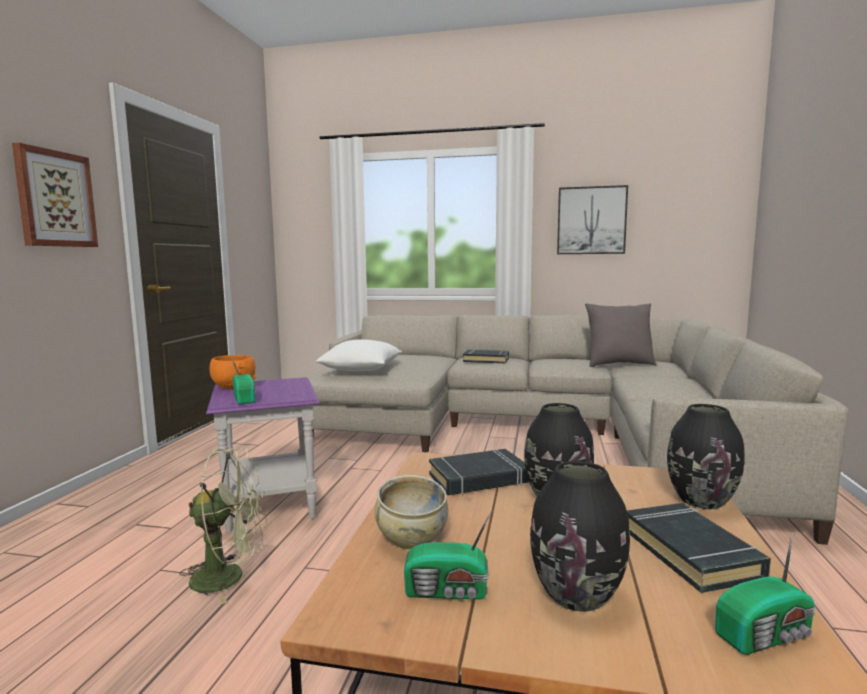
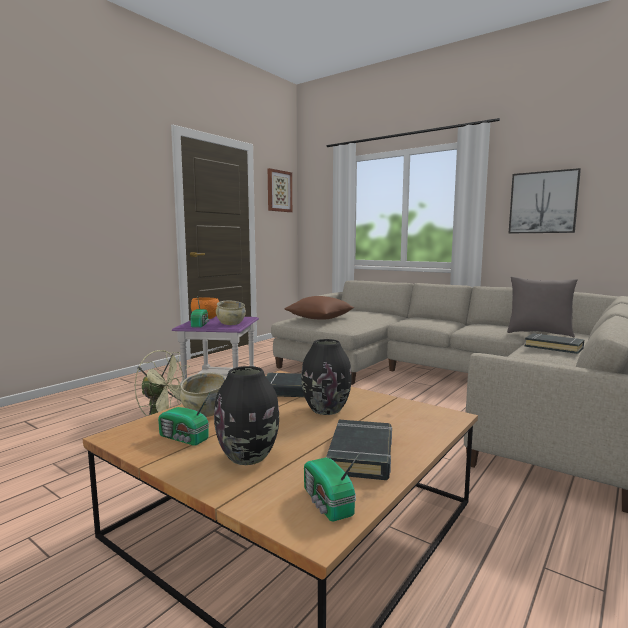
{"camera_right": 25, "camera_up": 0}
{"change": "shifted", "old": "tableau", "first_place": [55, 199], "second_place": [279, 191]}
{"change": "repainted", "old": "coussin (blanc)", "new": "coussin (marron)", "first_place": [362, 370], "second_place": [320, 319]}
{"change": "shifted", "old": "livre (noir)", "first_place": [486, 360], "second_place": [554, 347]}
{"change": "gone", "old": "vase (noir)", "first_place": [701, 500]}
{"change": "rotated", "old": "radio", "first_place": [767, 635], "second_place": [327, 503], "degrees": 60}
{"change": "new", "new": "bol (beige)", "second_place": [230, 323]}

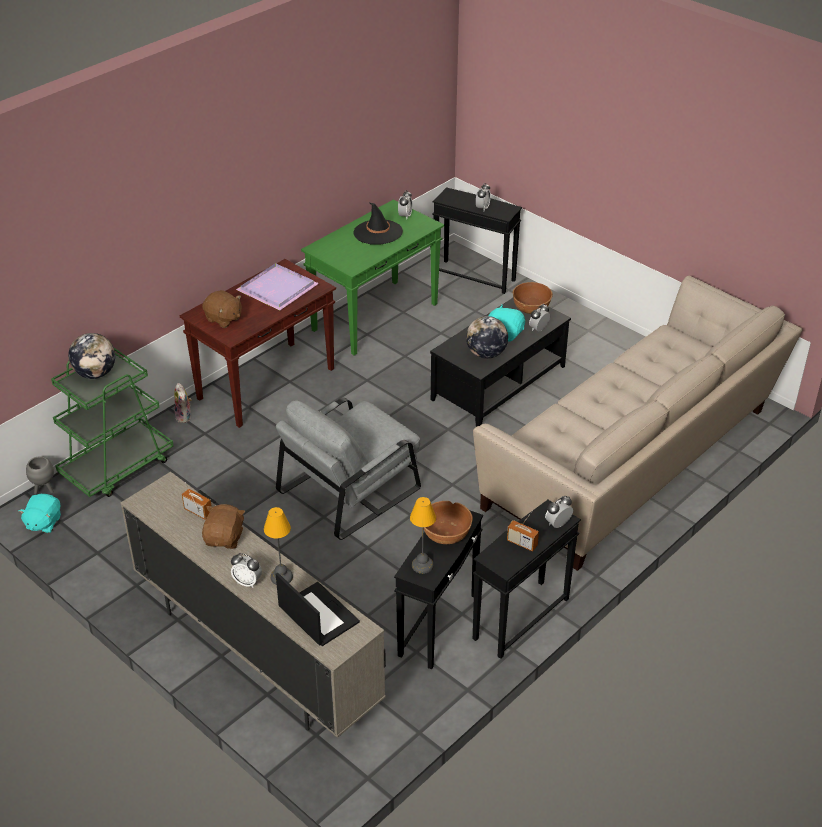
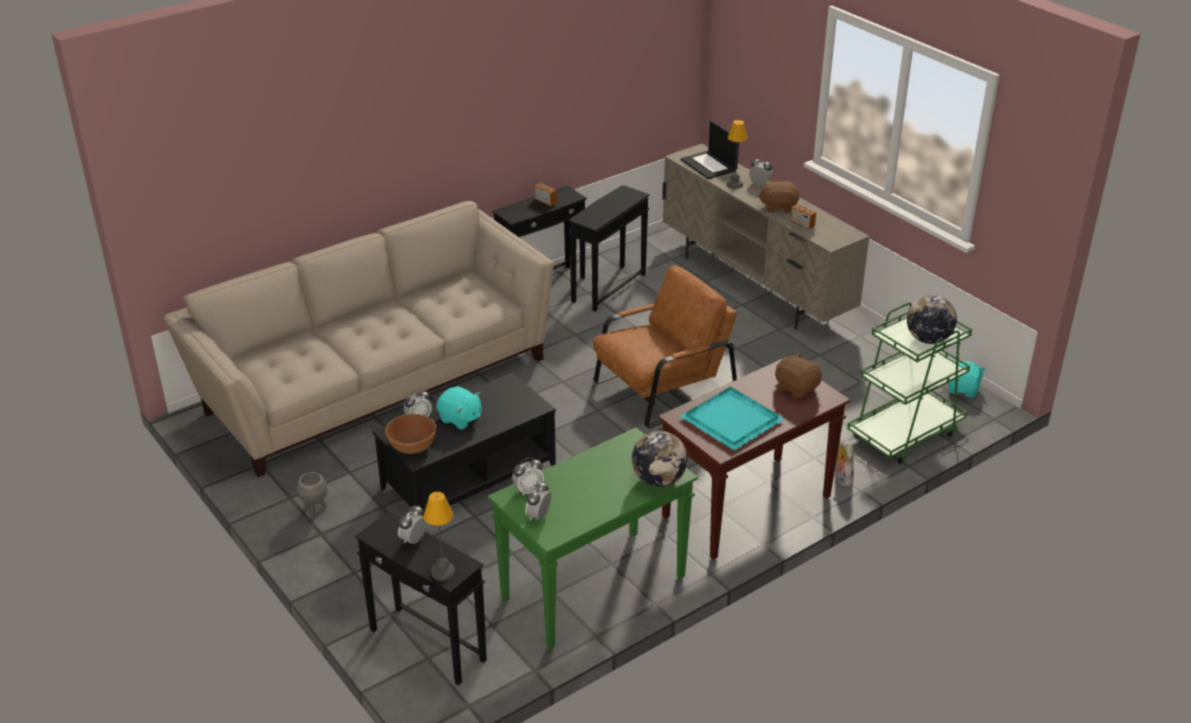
{"camera_right": -170, "camera_up": -5}
{"change": "shifted", "old": "cache-pot (gris)", "first_place": [44, 490], "second_place": [315, 511]}
{"change": "rotated", "old": "peluche (marron)", "first_place": [225, 538], "second_place": [778, 207], "degrees": 75}
{"change": "repainted", "old": "plateau (violet)", "new": "plateau (turquoise)", "first_place": [277, 288], "second_place": [731, 421]}
{"change": "repainted", "old": "fauteuil (gris)", "new": "fauteuil (marron)", "first_place": [350, 488], "second_place": [662, 388]}
{"change": "gone", "old": "chapeau (noir)", "first_place": [378, 232]}
{"change": "shifted", "old": "lampe de table", "first_place": [423, 565], "second_place": [442, 571]}
{"change": "gone", "old": "bol (marron)", "first_place": [446, 535]}
{"change": "shifted", "old": "globe", "first_place": [486, 354], "second_place": [658, 480]}
{"change": "shifted", "old": "réveil", "first_place": [558, 524], "second_place": [528, 490]}

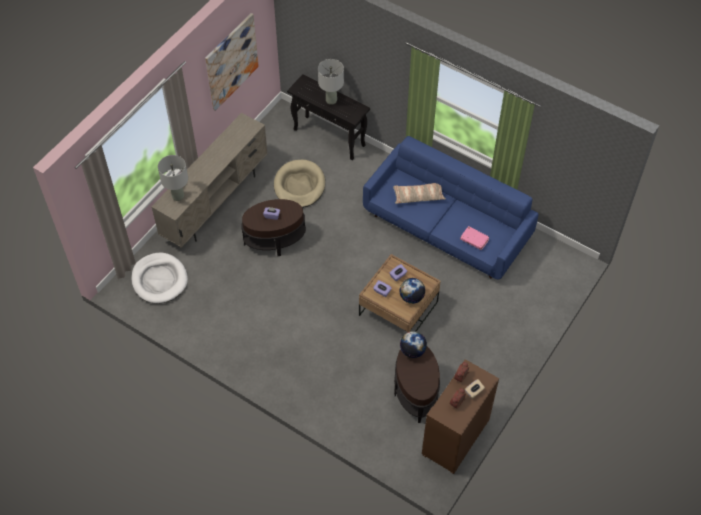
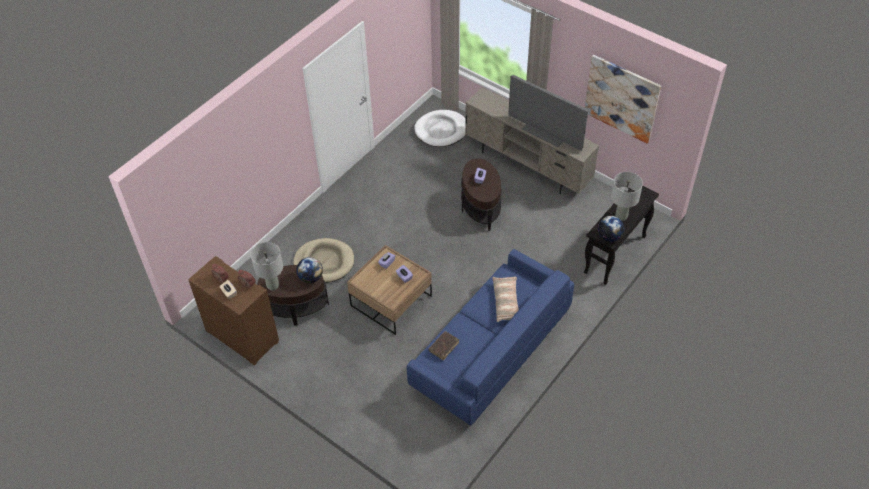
{"camera_right": 95, "camera_up": -5}
{"change": "shifted", "old": "lampe de table (gris)", "first_place": [178, 196], "second_place": [273, 285]}
{"change": "shifted", "old": "panier pour chien (beige)", "first_place": [299, 186], "second_place": [324, 262]}
{"change": "shifted", "old": "globe", "first_place": [411, 297], "second_place": [609, 236]}
{"change": "repainted", "old": "livre (rose)", "new": "livre (marron)", "first_place": [474, 240], "second_place": [444, 347]}
{"change": "new", "new": "téléviseur", "second_place": [546, 132]}

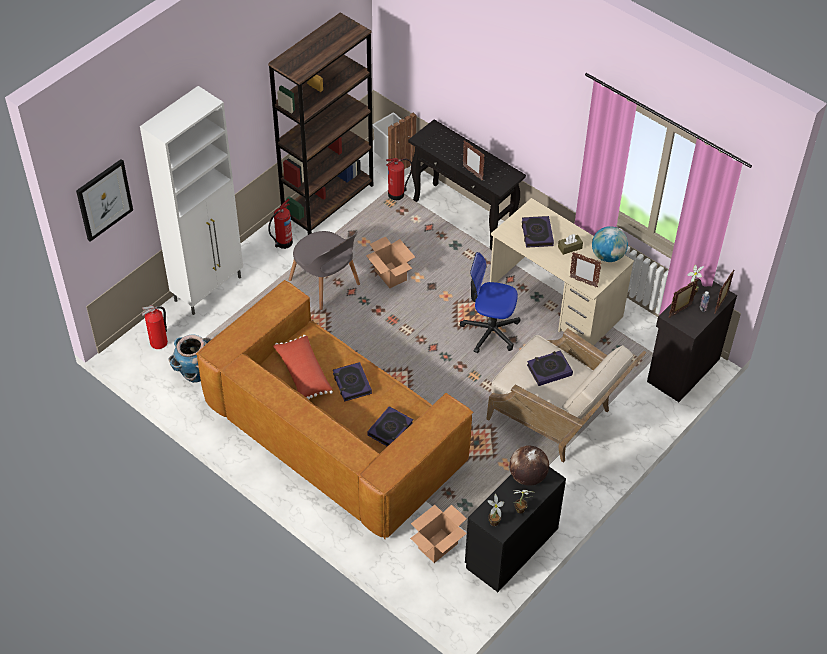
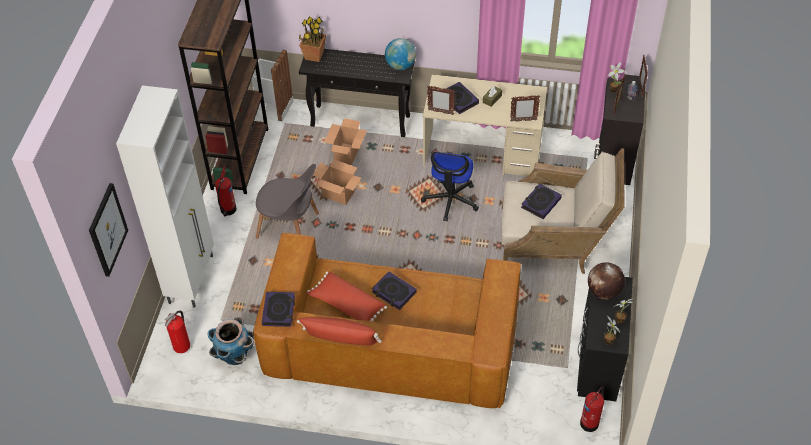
{"camera_right": -30, "camera_up": 0}
{"change": "shifted", "old": "livre", "first_place": [390, 429], "second_place": [279, 311]}
{"change": "shifted", "old": "extincteur", "first_place": [397, 194], "second_place": [590, 422]}
{"change": "shifted", "old": "carton", "first_place": [437, 546], "second_place": [347, 154]}
{"change": "rotated", "old": "chaise de bureau", "first_place": [490, 331], "second_place": [451, 200], "degrees": -60}
{"change": "shifted", "old": "cadre photo", "first_place": [472, 173], "second_place": [440, 112]}
{"change": "shifted", "old": "globe", "first_place": [608, 256], "second_place": [400, 65]}
{"change": "new", "new": "coussin (rouge)", "second_place": [340, 338]}
{"change": "new", "new": "plante en pot", "second_place": [314, 56]}

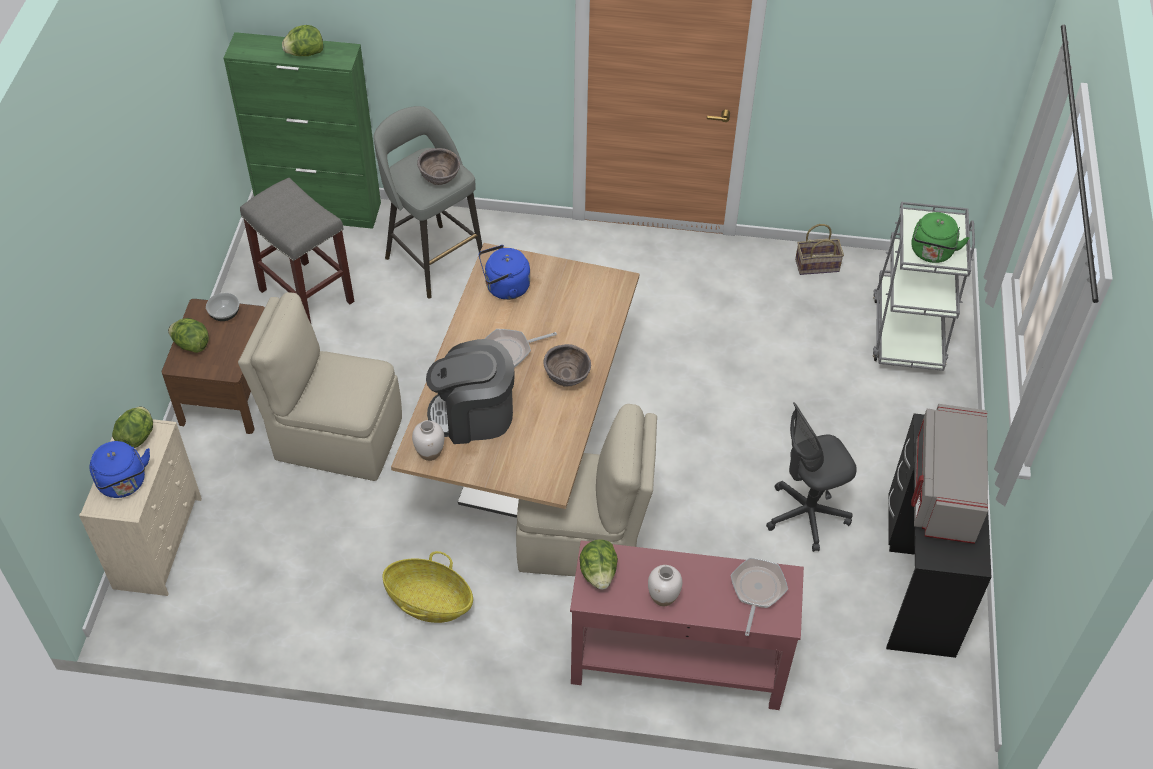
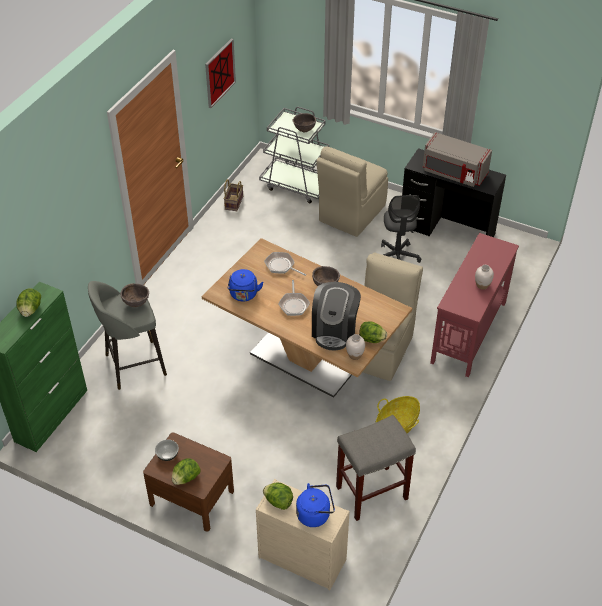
{"camera_right": -70, "camera_up": -5}
{"change": "shifted", "old": "chaise (beige)", "first_place": [335, 437], "second_place": [351, 214]}
{"change": "shifted", "old": "tabouret (gris)", "first_place": [305, 295], "second_place": [371, 493]}
{"change": "shifted", "old": "laitue", "first_place": [598, 573], "second_place": [372, 339]}
{"change": "shifted", "old": "poêle", "first_place": [757, 591], "second_place": [281, 266]}
{"change": "swapped", "old": "bouilloire (vert)", "new": "bol (marron)", "first_place": [931, 253], "second_place": [304, 130]}
{"change": "new", "new": "tableau", "second_place": [219, 73]}

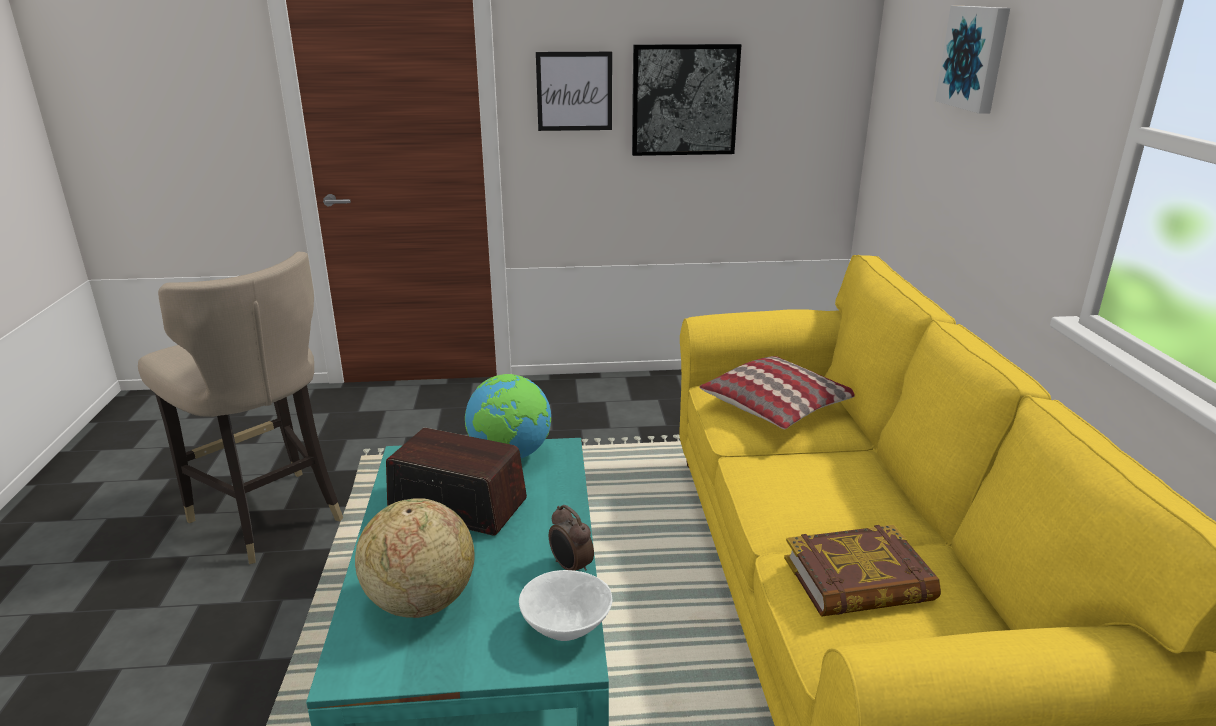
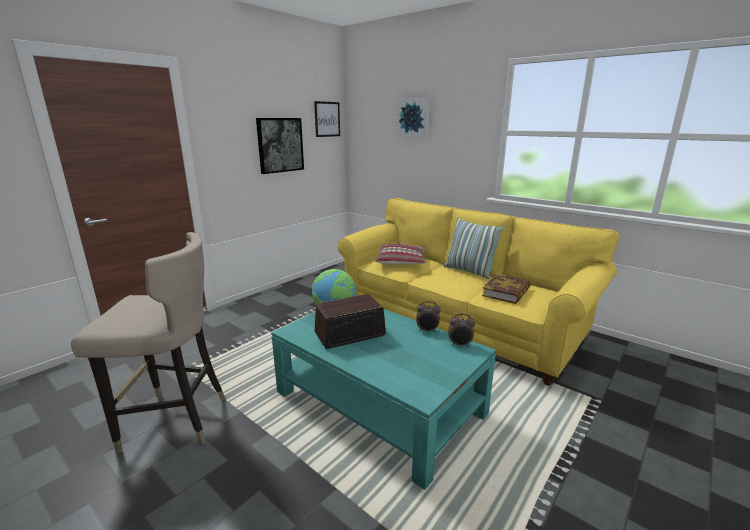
{"camera_right": -45, "camera_up": -5}
{"change": "gone", "old": "globe", "first_place": [420, 601]}
{"change": "swapped", "old": "bol (blanc)", "new": "réveil", "first_place": [567, 628], "second_place": [460, 345]}
{"change": "shifted", "old": "tableau", "first_place": [574, 91], "second_place": [327, 119]}
{"change": "new", "new": "coussin", "second_place": [469, 271]}

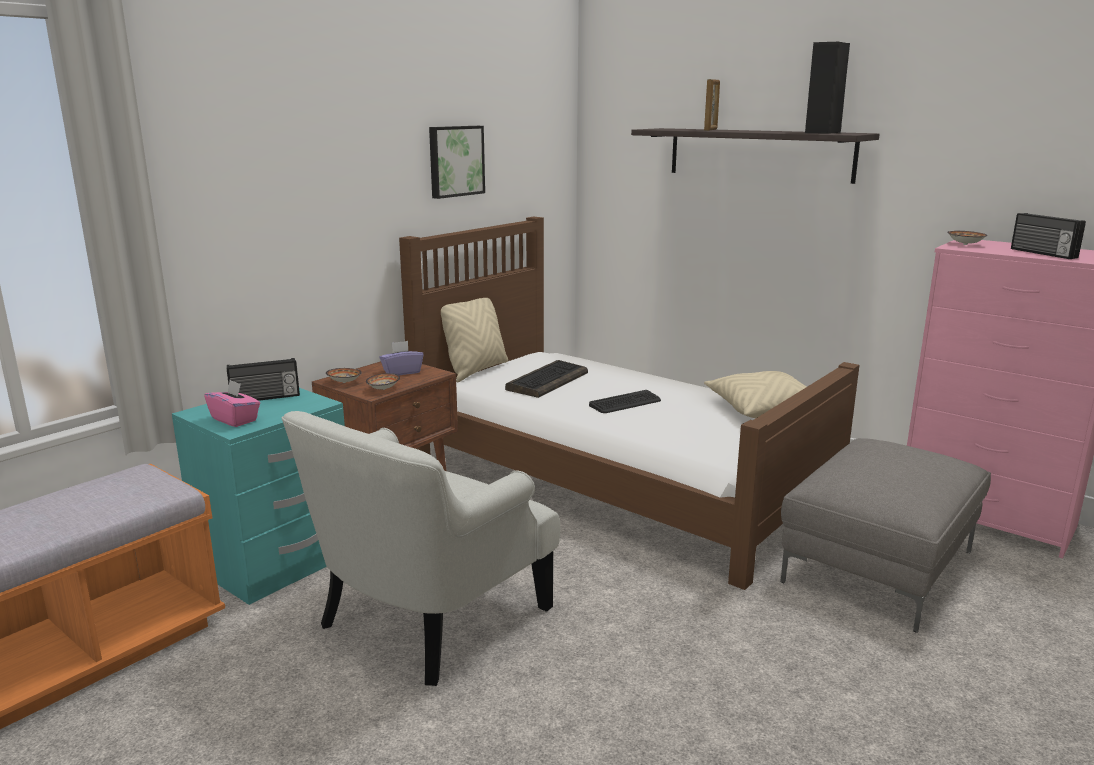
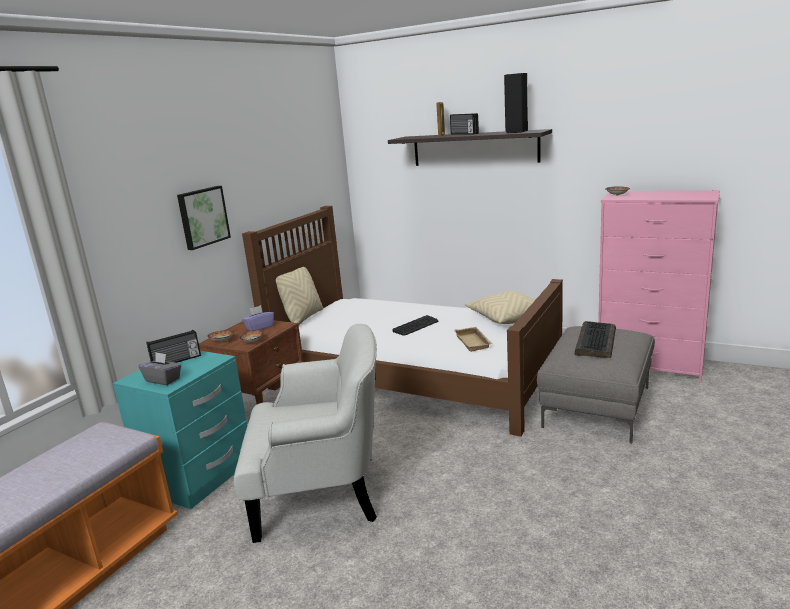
{"camera_right": -10, "camera_up": 0}
{"change": "repainted", "old": "boîte à mouchoirs (rose)", "new": "boîte à mouchoirs (gris)", "first_place": [235, 419], "second_place": [163, 380]}
{"change": "rotated", "old": "fauteuil (blanc)", "first_place": [428, 617], "second_place": [322, 493], "degrees": -120}
{"change": "shifted", "old": "tableau", "first_place": [455, 161], "second_place": [202, 217]}
{"change": "shifted", "old": "clavier", "first_place": [547, 381], "second_place": [595, 341]}
{"change": "shifted", "old": "radio", "first_place": [1042, 253], "second_place": [464, 134]}
{"change": "new", "new": "plateau (beige)", "second_place": [474, 342]}

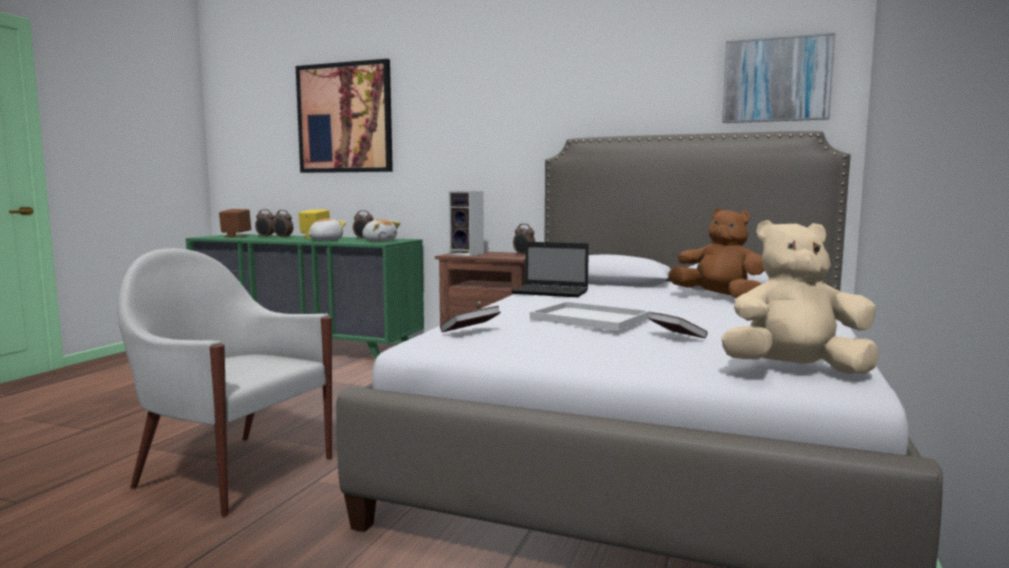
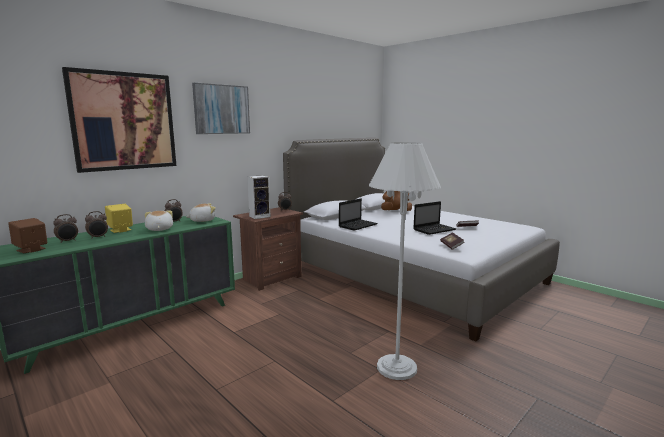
{"camera_right": -65, "camera_up": 5}
{"change": "swapped", "old": "fauteuil (blanc)", "new": "lampadaire (blanc)", "first_place": [234, 471], "second_place": [396, 367]}
{"change": "swapped", "old": "plateau (blanc)", "new": "ordinateur portable", "first_place": [592, 318], "second_place": [434, 229]}
{"change": "gone", "old": "peluche (beige)", "first_place": [794, 371]}
{"change": "shifted", "old": "tableau", "first_place": [776, 80], "second_place": [221, 109]}

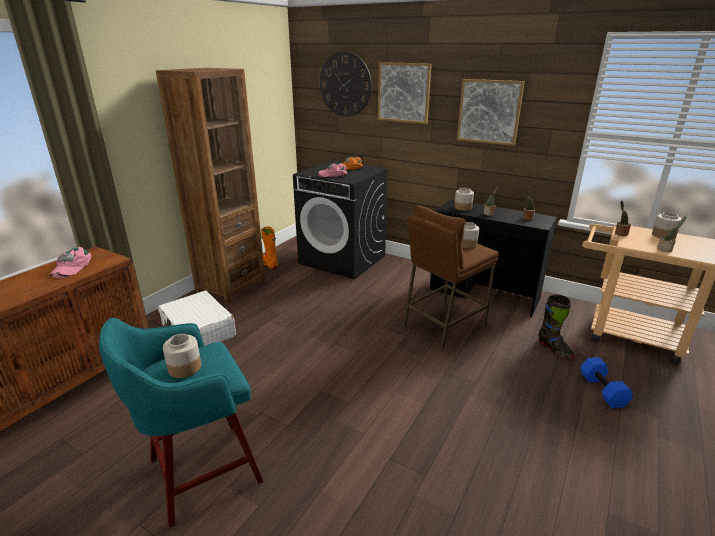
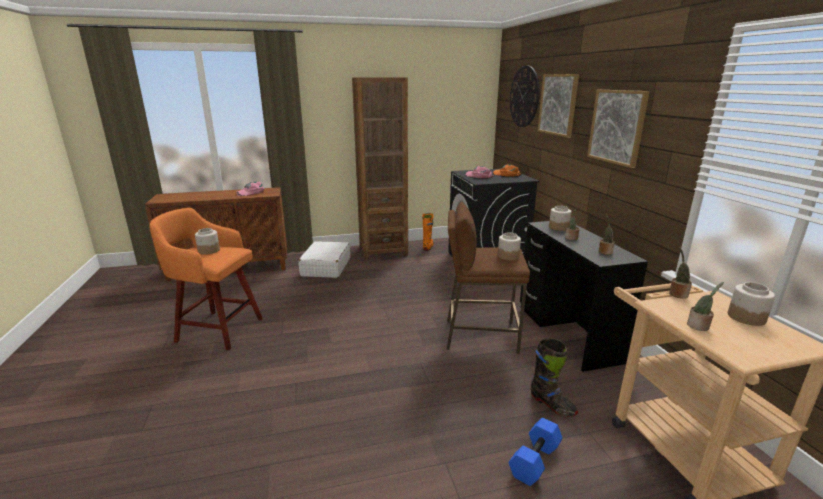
{"camera_right": 45, "camera_up": -5}
{"change": "repainted", "old": "tabouret (turquoise)", "new": "tabouret (orange)", "first_place": [201, 472], "second_place": [218, 329]}
{"change": "rotated", "old": "botte (noir)", "first_place": [554, 349], "second_place": [552, 405], "degrees": -60}

